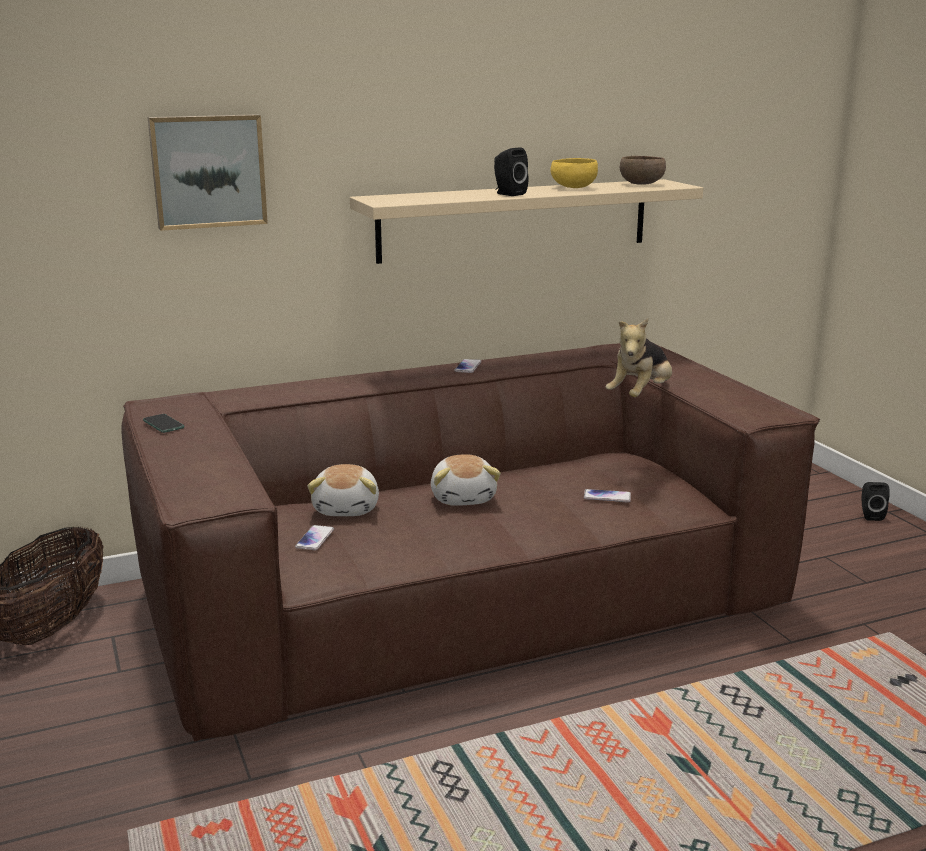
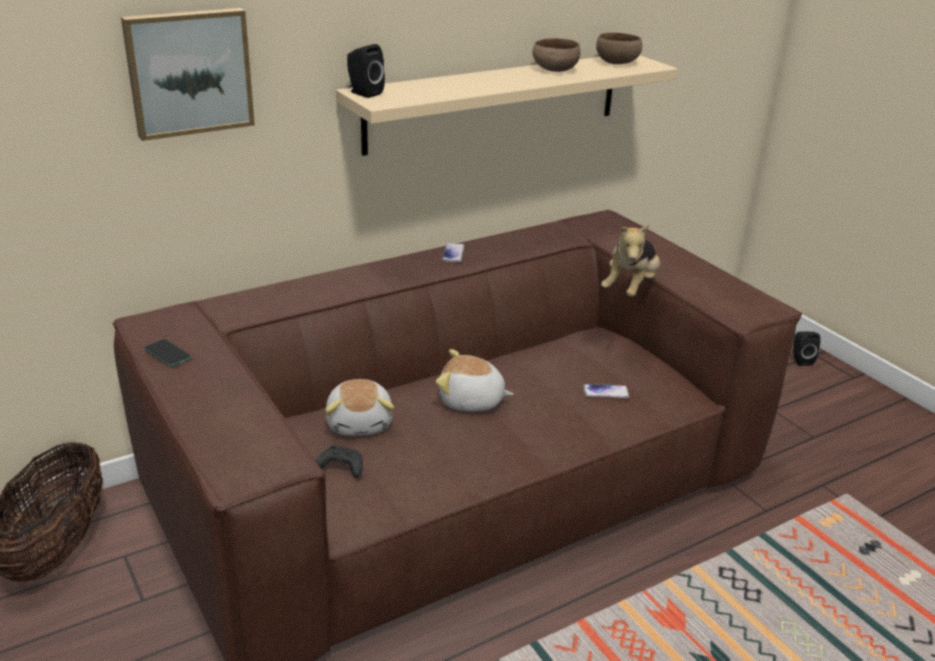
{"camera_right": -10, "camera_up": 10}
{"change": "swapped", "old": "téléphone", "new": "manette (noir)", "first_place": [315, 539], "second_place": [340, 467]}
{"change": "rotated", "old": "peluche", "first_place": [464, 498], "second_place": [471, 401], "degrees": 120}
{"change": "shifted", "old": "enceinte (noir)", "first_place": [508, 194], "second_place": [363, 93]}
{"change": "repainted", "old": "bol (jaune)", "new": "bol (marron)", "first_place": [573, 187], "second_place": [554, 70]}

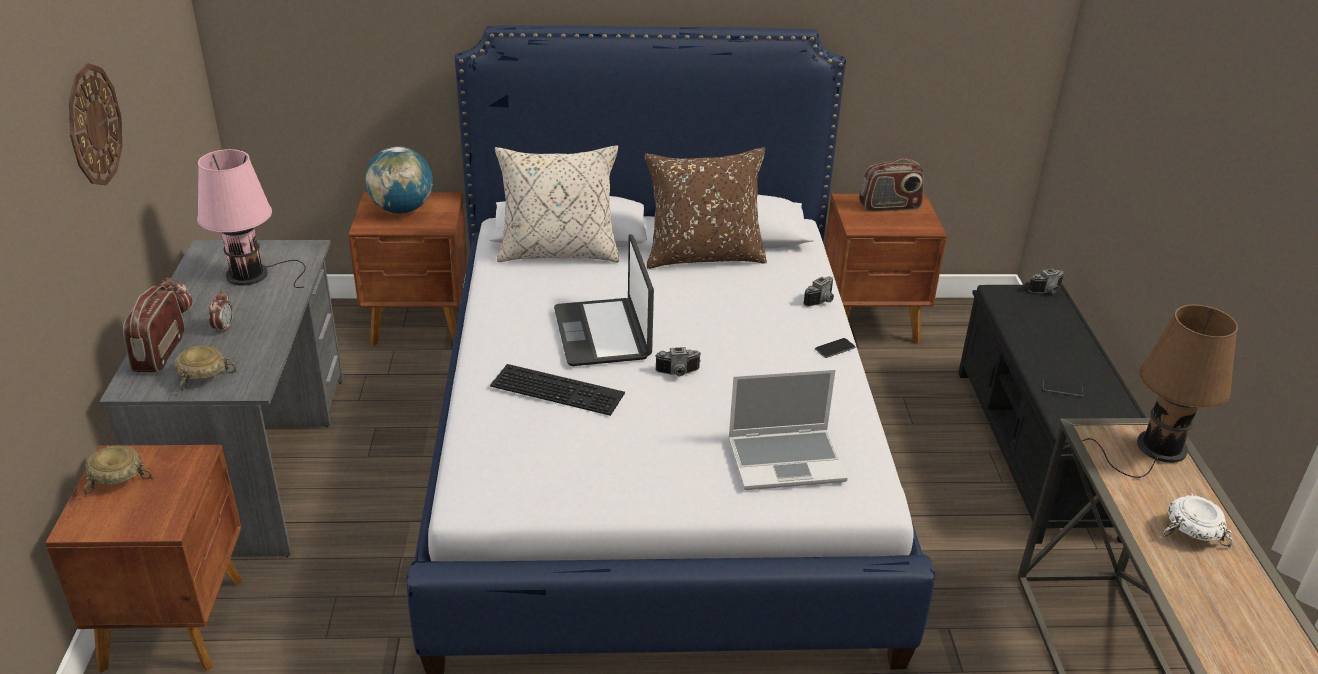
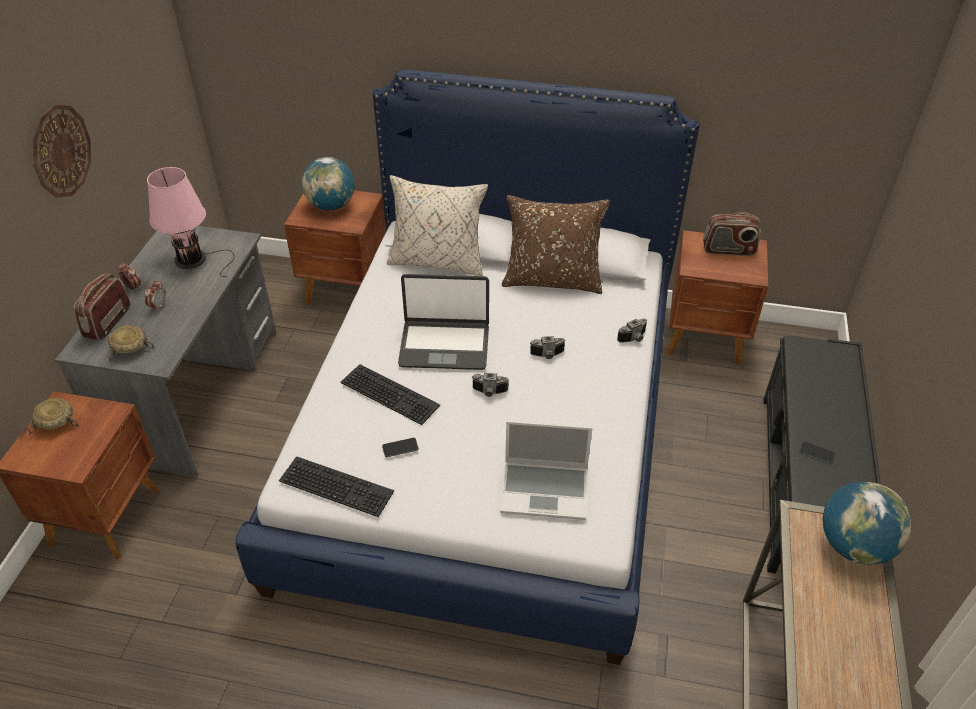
{"camera_right": 15, "camera_up": 10}
{"change": "rotated", "old": "ordinateur portable", "first_place": [603, 333], "second_place": [444, 345], "degrees": -90}
{"change": "shifted", "old": "téléphone", "first_place": [835, 348], "second_place": [400, 448]}
{"change": "shifted", "old": "appareil photo", "first_place": [1048, 291], "second_place": [547, 355]}
{"change": "swapped", "old": "lampe de table (marron)", "new": "globe", "first_place": [1156, 449], "second_place": [854, 546]}
{"change": "gone", "old": "bol (blanc)", "first_place": [1190, 532]}
{"change": "new", "new": "clavier", "second_place": [338, 485]}

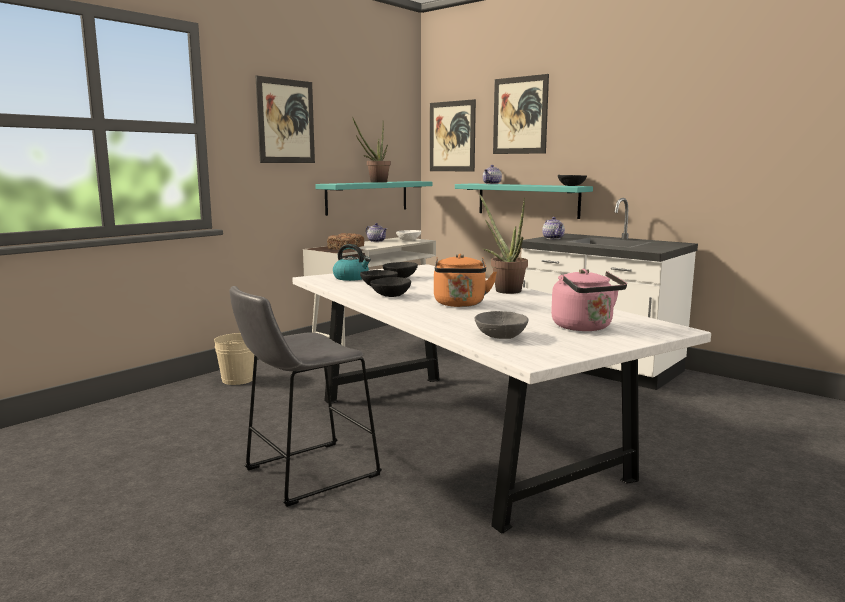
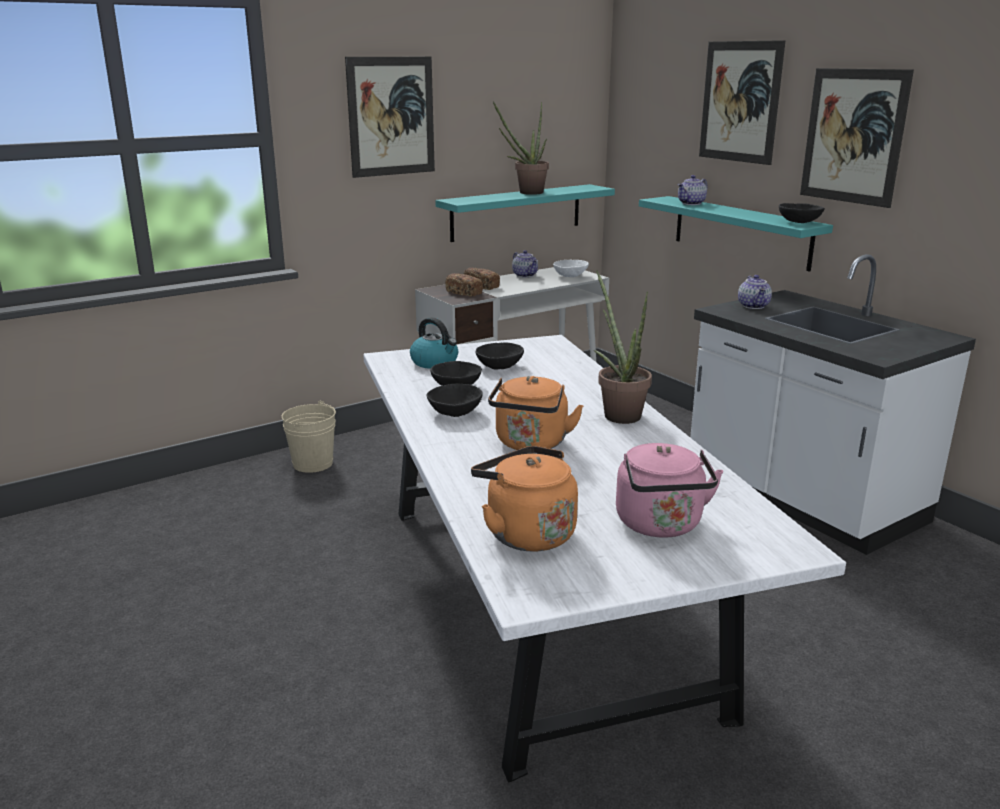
{"camera_right": 15, "camera_up": 10}
{"change": "gone", "old": "tabouret (gris)", "first_place": [305, 474]}
{"change": "shifted", "old": "tableau", "first_place": [452, 136], "second_place": [853, 136]}
{"change": "swapped", "old": "bol (gris)", "new": "bouilloire (orange)", "first_place": [500, 336], "second_place": [526, 533]}

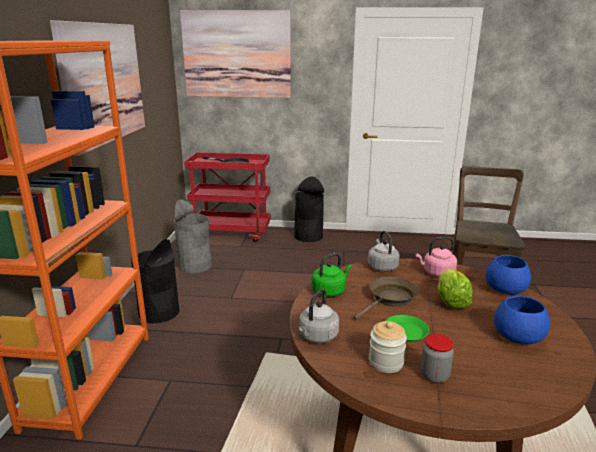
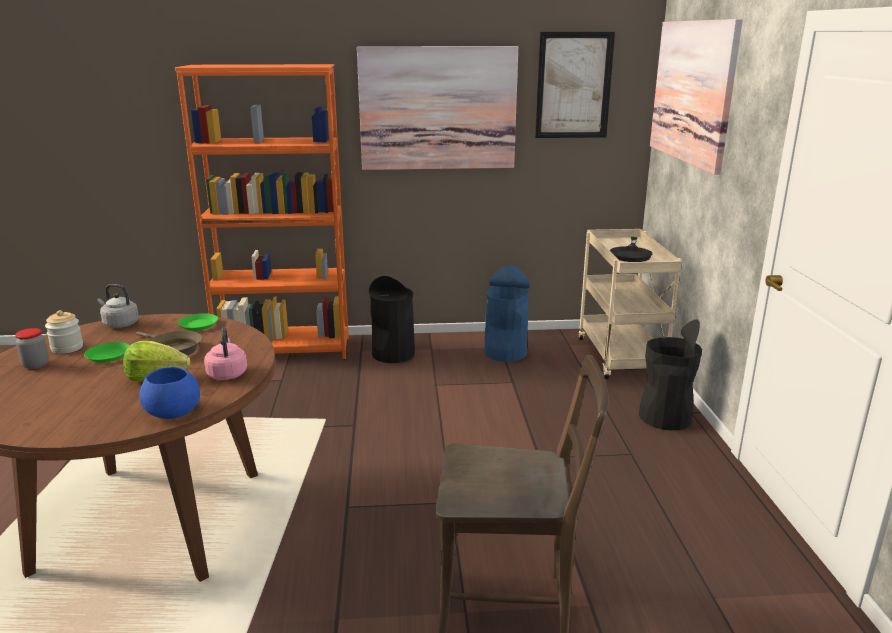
{"camera_right": 80, "camera_up": 0}
{"change": "repainted", "old": "poubelle (gris)", "new": "poubelle (bleu)", "first_place": [195, 265], "second_place": [505, 352]}
{"change": "repainted", "old": "chariot (rouge)", "new": "chariot (beige)", "first_place": [232, 233], "second_place": [621, 359]}
{"change": "swapped", "old": "bouilloire (vert)", "new": "assiette (vert)", "first_place": [330, 291], "second_place": [199, 325]}
{"change": "gone", "old": "bouilloire (gris)", "first_place": [382, 266]}
{"change": "gone", "old": "bol (bleu)", "first_place": [517, 336]}
{"change": "new", "new": "tableau", "second_place": [573, 85]}

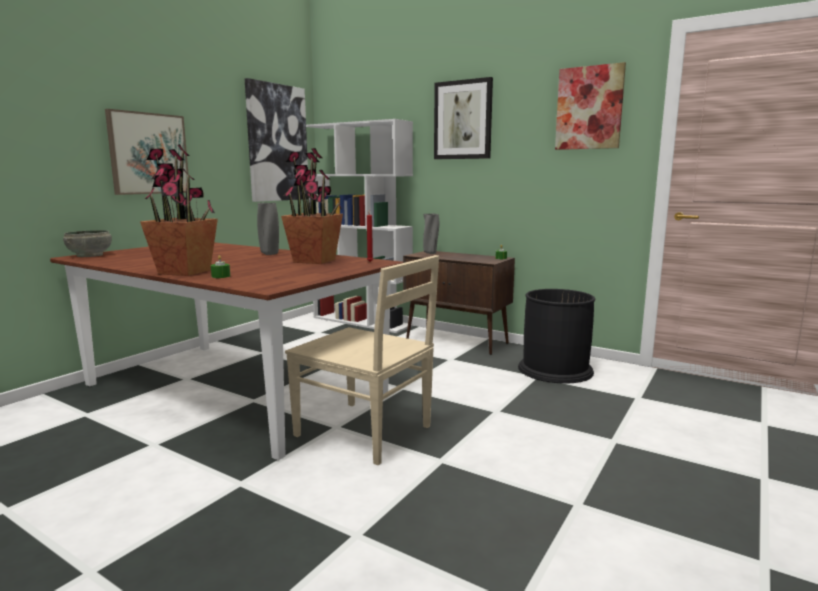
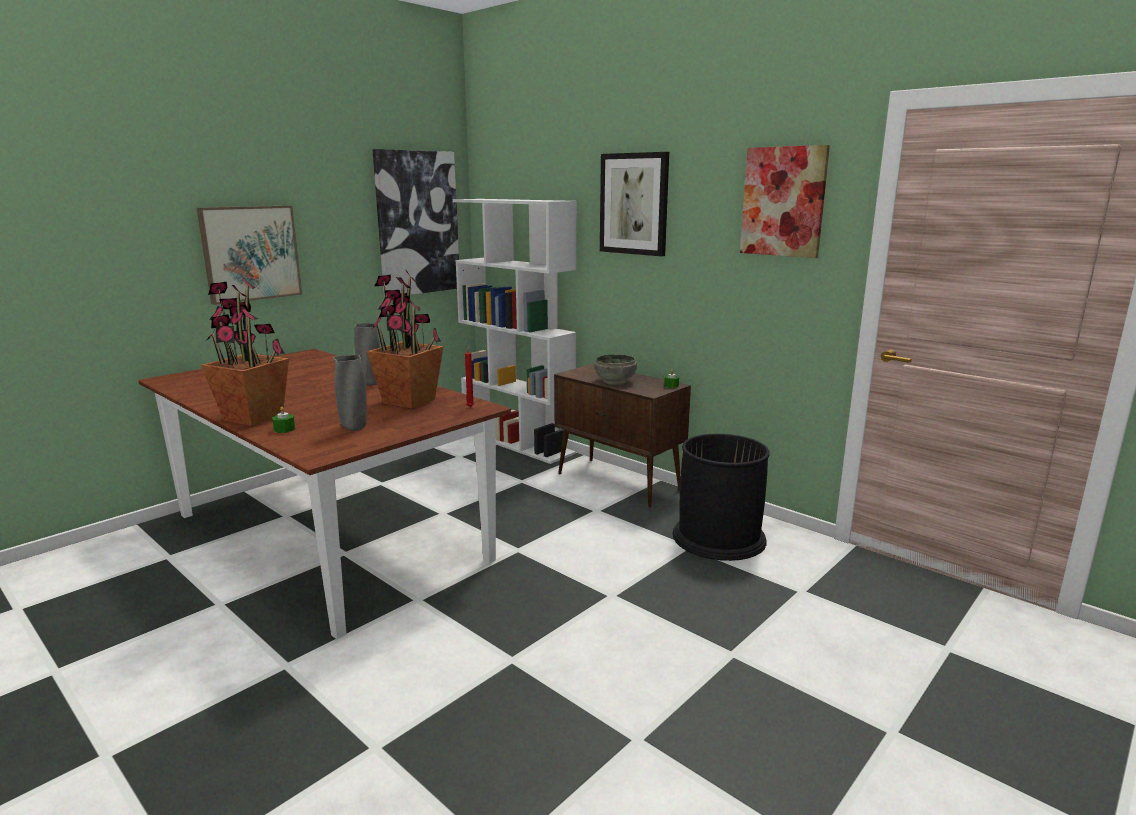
{"camera_right": 10, "camera_up": 5}
{"change": "shifted", "old": "bol (gris)", "first_place": [90, 255], "second_place": [615, 381]}
{"change": "gone", "old": "chaise (beige)", "first_place": [365, 432]}
{"change": "shifted", "old": "vase (gris)", "first_place": [430, 253], "second_place": [354, 427]}

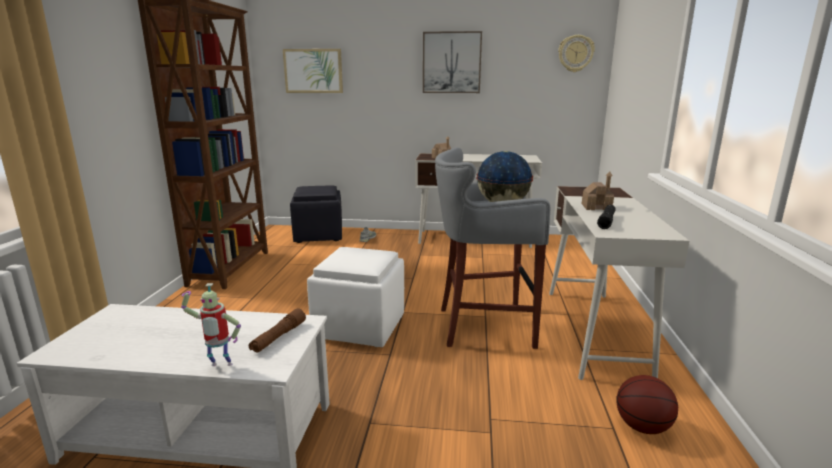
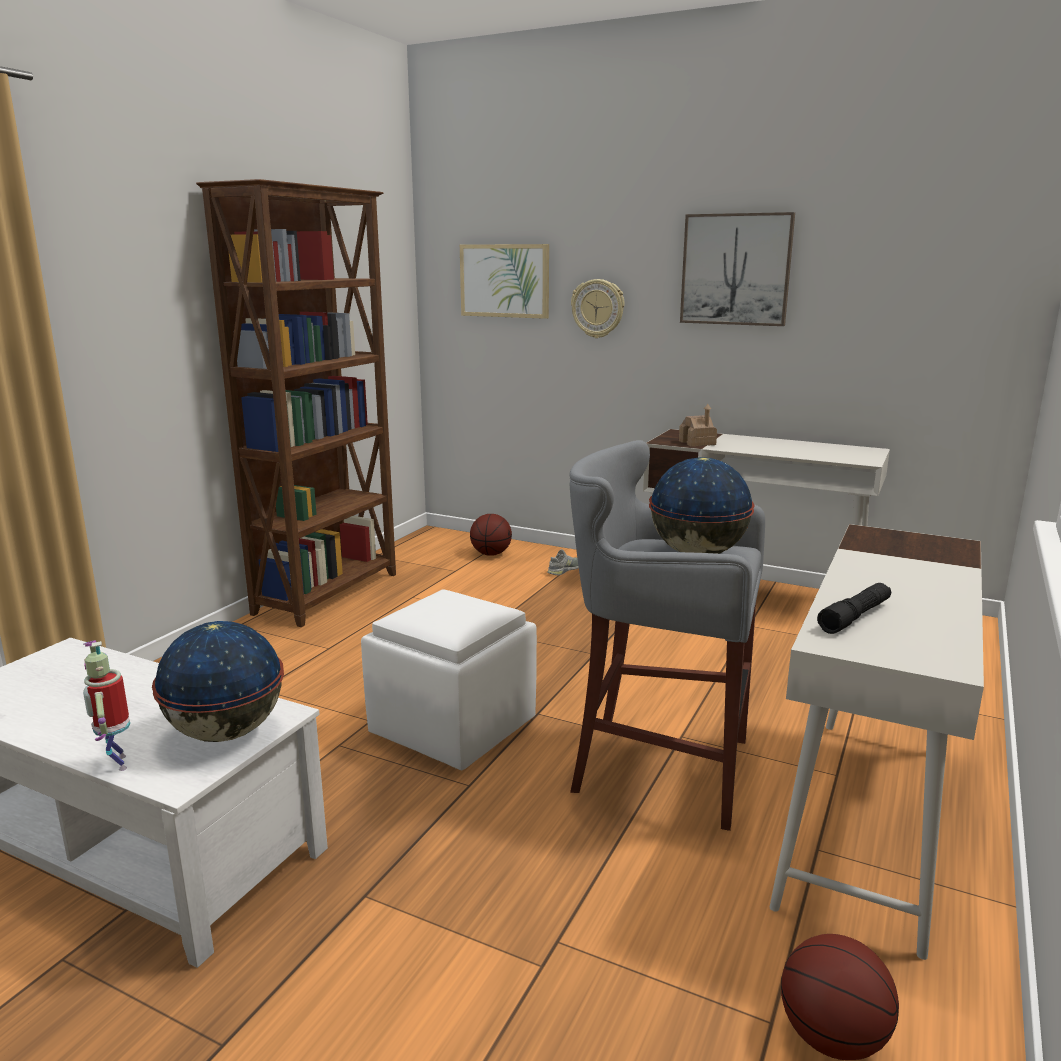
{"camera_right": 20, "camera_up": 0}
{"change": "rotated", "old": "robot jouet", "first_place": [220, 366], "second_place": [117, 763], "degrees": 45}
{"change": "swapped", "old": "lampe de poche (marron)", "new": "globe", "first_place": [278, 337], "second_place": [225, 733]}
{"change": "swapped", "old": "pouf (noir)", "new": "ballon de basket", "first_place": [319, 235], "second_place": [491, 554]}
{"change": "shifted", "old": "horloge murale", "first_place": [575, 53], "second_place": [598, 308]}
{"change": "gone", "old": "maison miniature", "first_place": [596, 207]}

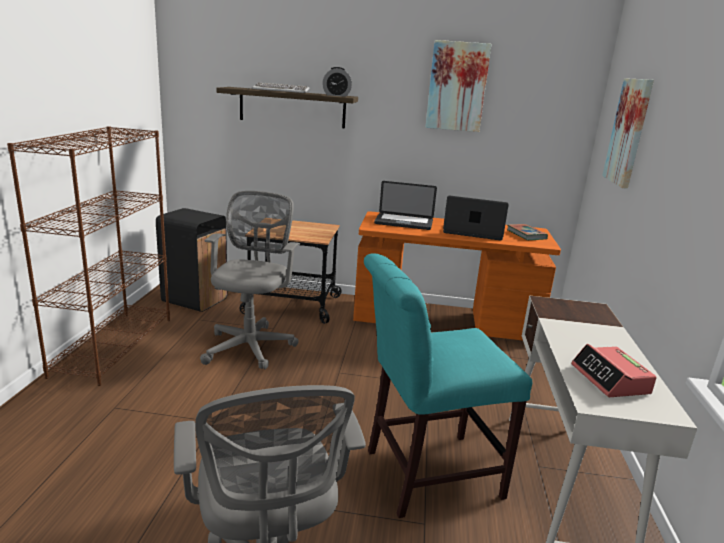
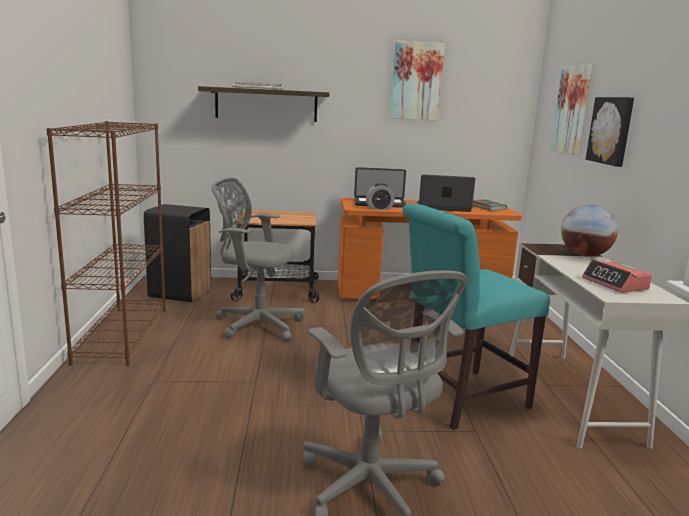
{"camera_right": -10, "camera_up": -5}
{"change": "rotated", "old": "chaise de bureau (gris)", "first_place": [251, 345], "second_place": [256, 324], "degrees": -75}
{"change": "shifted", "old": "réveil", "first_place": [336, 95], "second_place": [379, 209]}
{"change": "new", "new": "globe", "second_place": [585, 255]}
{"change": "new", "new": "tableau", "second_place": [611, 130]}

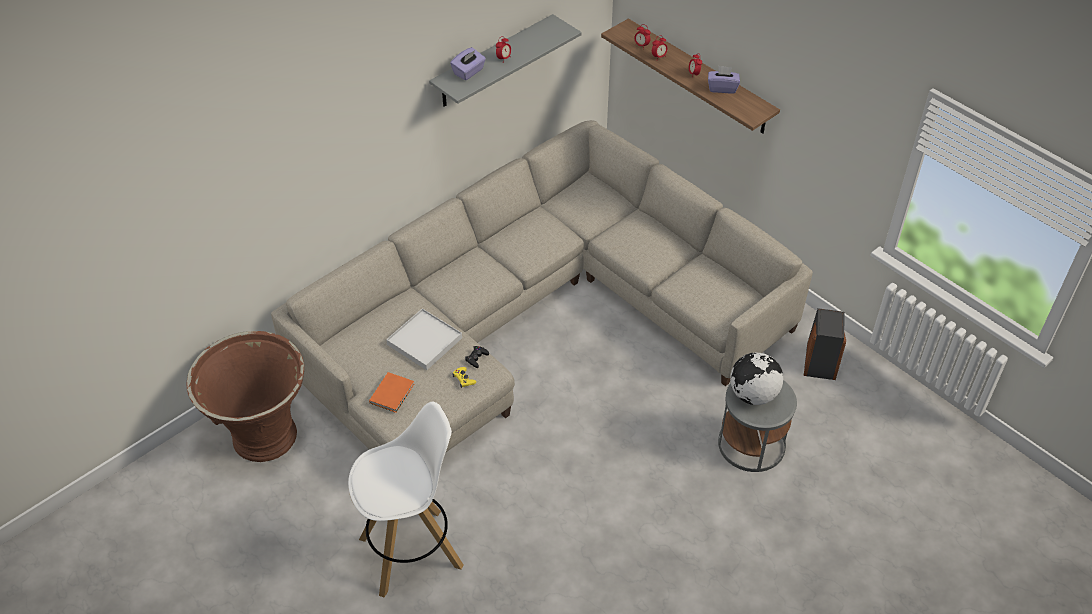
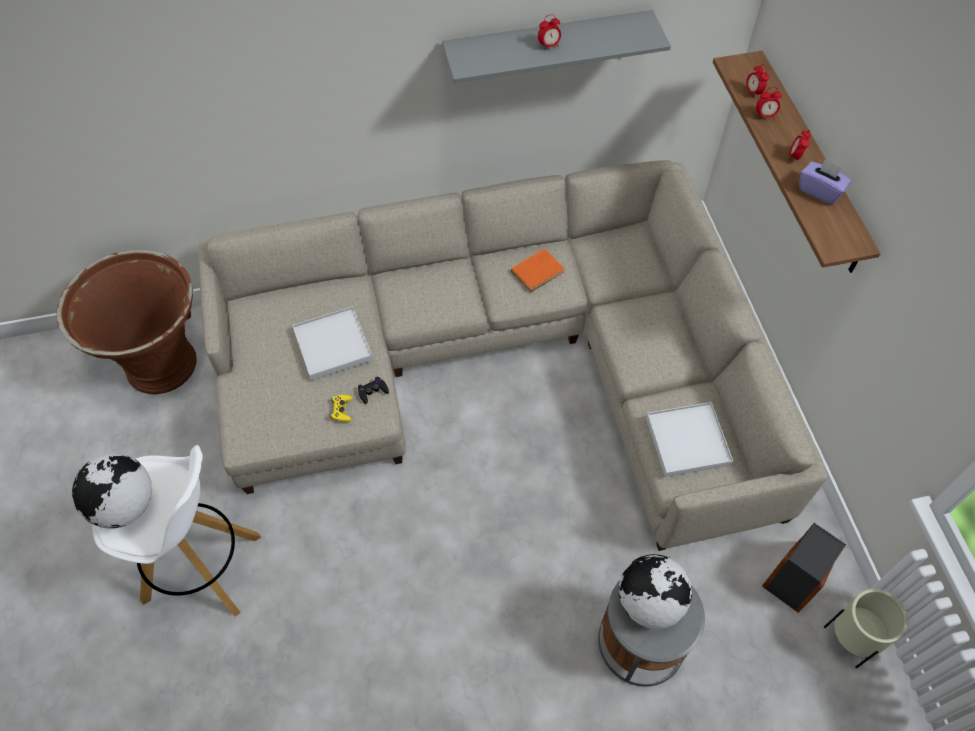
{"camera_right": 30, "camera_up": 10}
{"change": "shifted", "old": "livre (orange)", "first_place": [393, 393], "second_place": [539, 271]}
{"change": "gone", "old": "boîte à mouchoirs (violet)", "first_place": [469, 72]}
{"change": "new", "new": "globe", "second_place": [125, 506]}
{"change": "new", "new": "plateau (blanc)", "second_place": [687, 441]}
{"change": "new", "new": "cache-pot (beige)", "second_place": [849, 640]}

